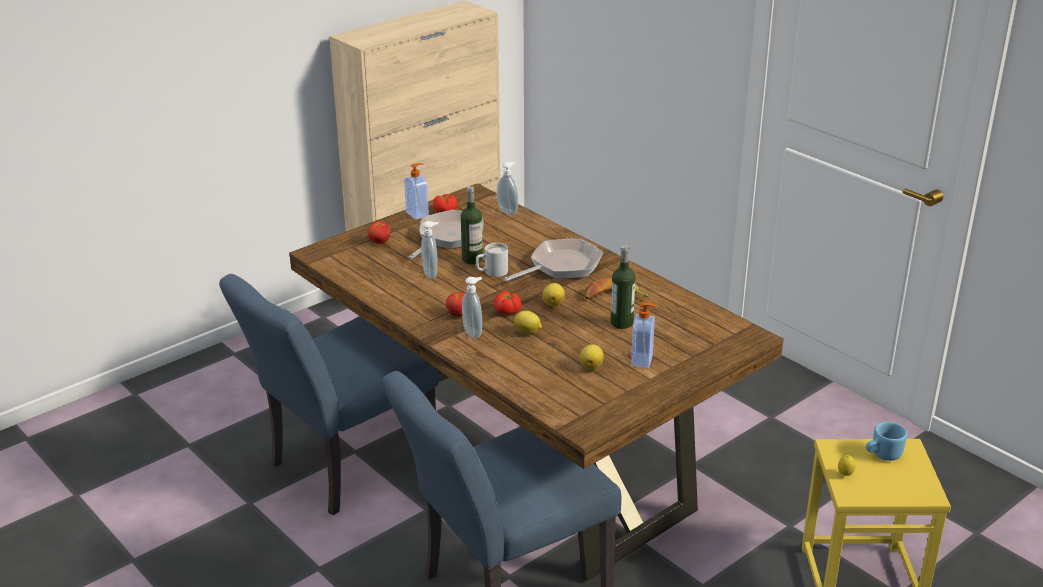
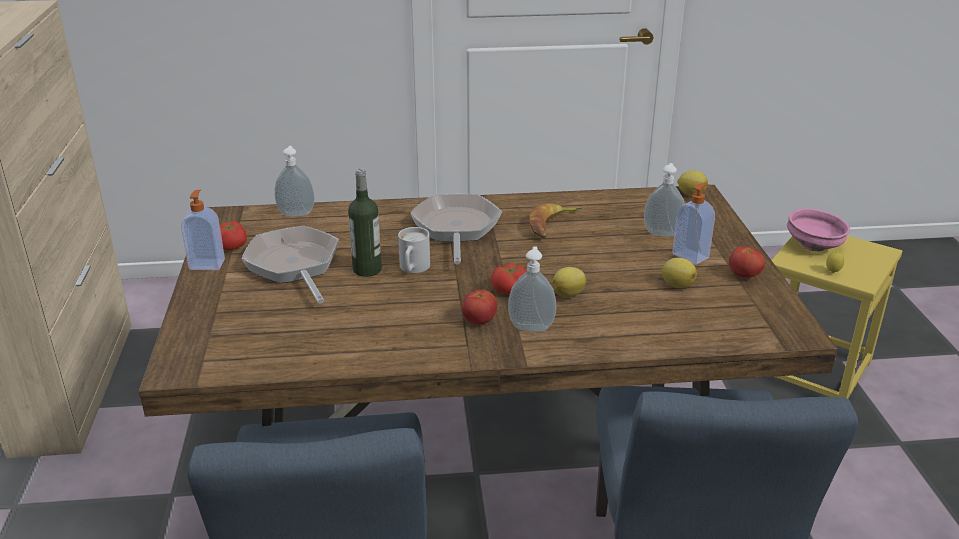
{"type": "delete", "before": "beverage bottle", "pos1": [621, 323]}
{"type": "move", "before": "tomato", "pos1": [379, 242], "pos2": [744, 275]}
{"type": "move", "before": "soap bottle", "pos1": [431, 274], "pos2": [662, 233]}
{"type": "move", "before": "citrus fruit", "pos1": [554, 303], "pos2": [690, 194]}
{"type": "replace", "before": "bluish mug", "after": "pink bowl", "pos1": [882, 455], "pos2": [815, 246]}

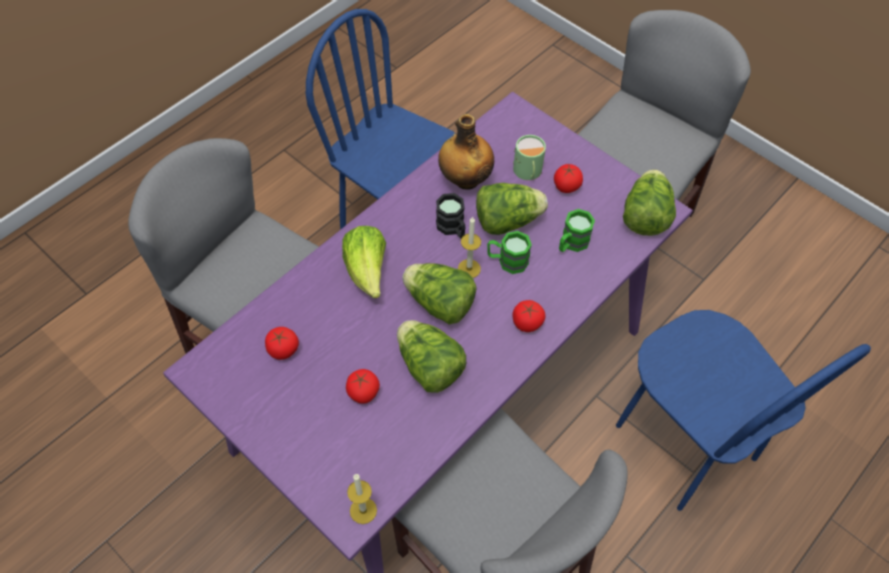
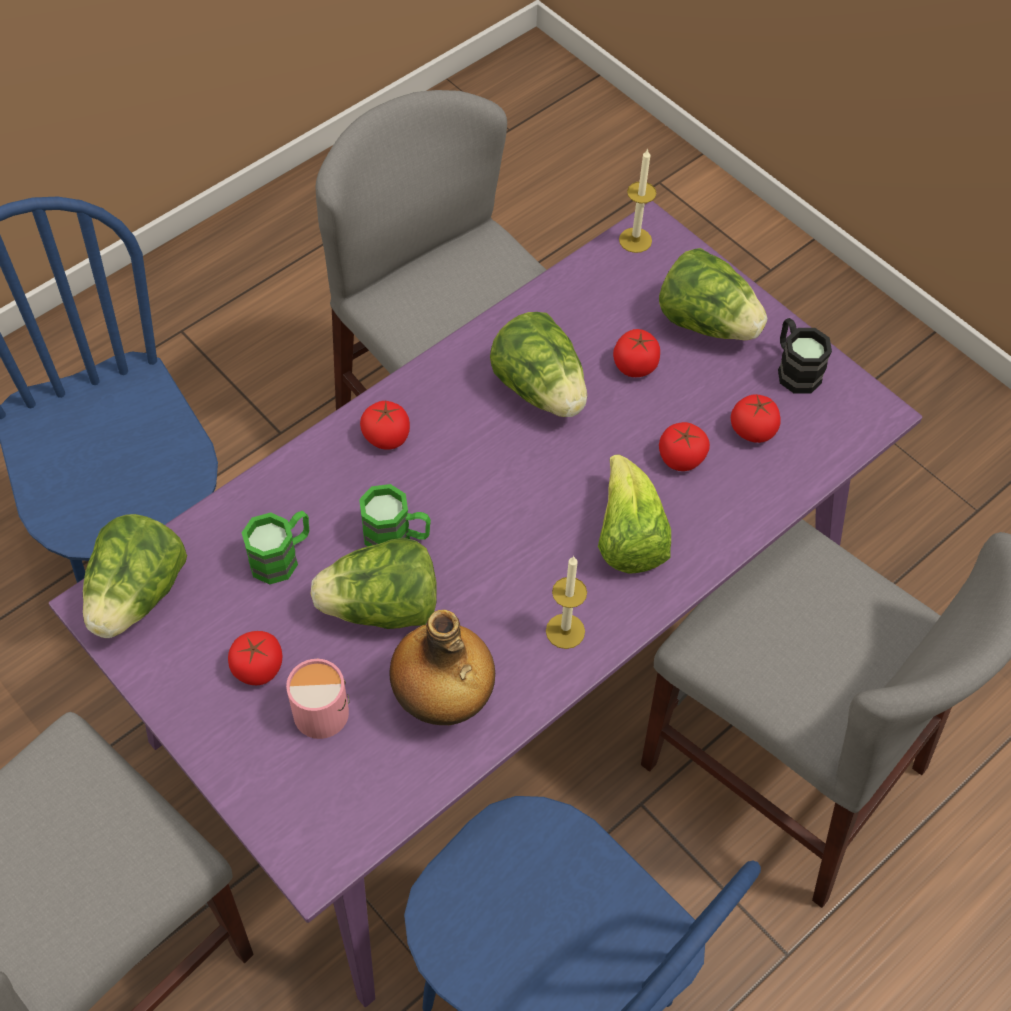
{"type": "insert", "after": "tomato", "pos2": [681, 458]}
{"type": "move", "before": "lettuce head", "pos1": [439, 304], "pos2": [707, 322]}
{"type": "move", "before": "black-coloured mug", "pos1": [452, 228], "pos2": [794, 368]}
{"type": "move", "before": "wax candle", "pos1": [469, 268], "pos2": [565, 631]}
{"type": "recolor", "before": "greenish mug", "after": "pink mug", "pos1": [527, 171], "pos2": [322, 706]}

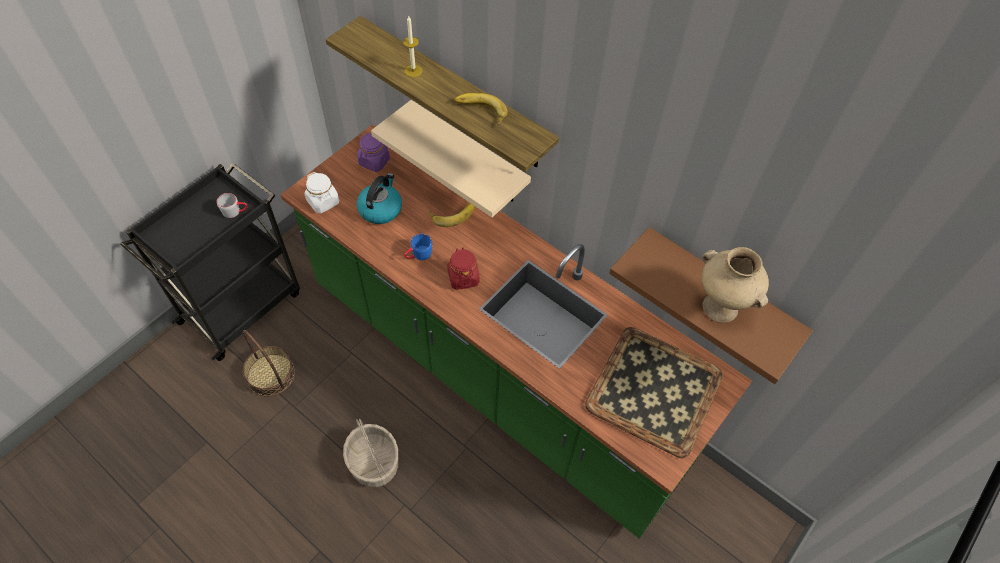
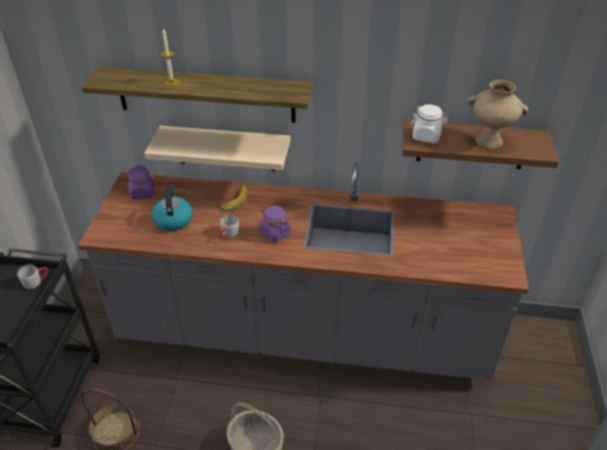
{"type": "delete", "before": "banana", "pos1": [480, 112]}
{"type": "delete", "before": "carrying tray", "pos1": [655, 390]}
{"type": "move", "before": "whitish storage jar", "pos1": [323, 202], "pos2": [426, 136]}
{"type": "recolor", "before": "greenish counter", "after": "greyish counter", "pos1": [496, 373], "pos2": [303, 334]}
{"type": "recolor", "before": "bluish mug", "after": "greyish mug", "pos1": [418, 255], "pos2": [228, 235]}
{"type": "recolor", "before": "red storage jar", "after": "purple-coloured storage jar", "pos1": [463, 277], "pos2": [275, 234]}

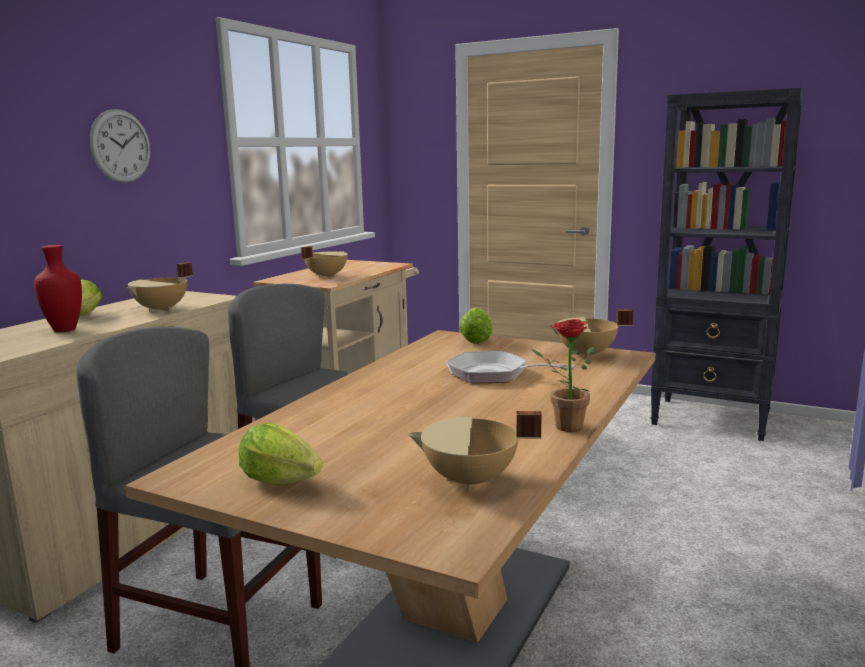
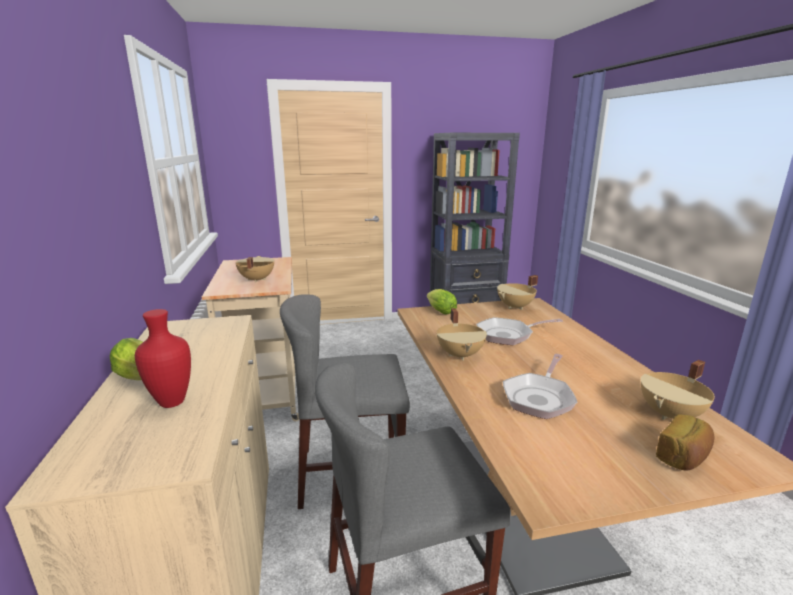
{"type": "delete", "before": "hanging clock", "pos1": [120, 146]}
{"type": "delete", "before": "lettuce head", "pos1": [285, 483]}
{"type": "delete", "before": "potted plant", "pos1": [563, 426]}
{"type": "insert", "after": "skillet", "pos2": [539, 397]}
{"type": "insert", "after": "baked bread", "pos2": [683, 456]}
{"type": "move", "before": "beige saucepot", "pos1": [162, 309], "pos2": [461, 355]}

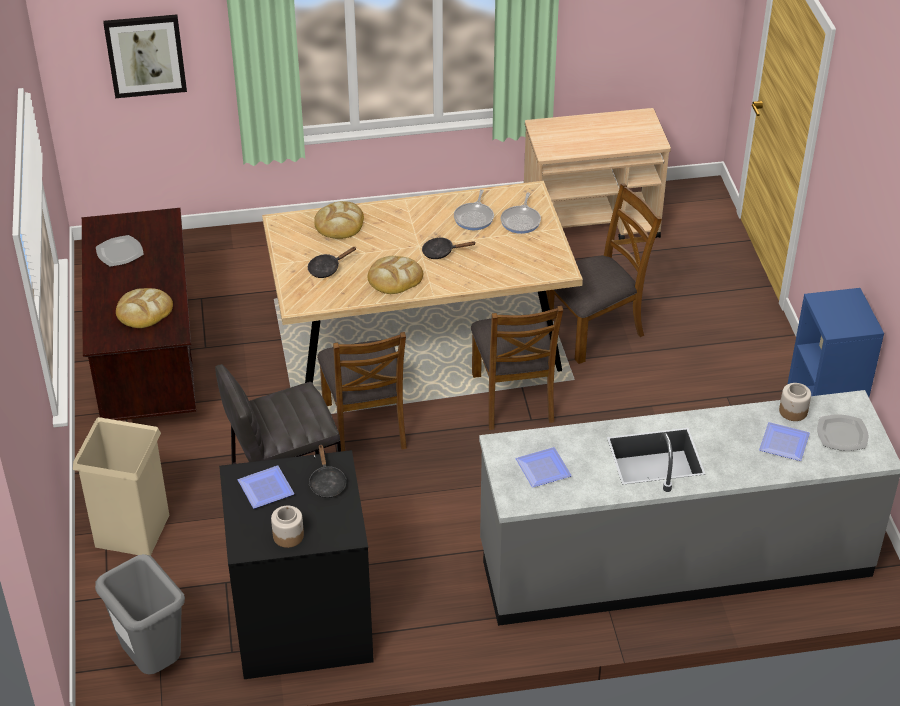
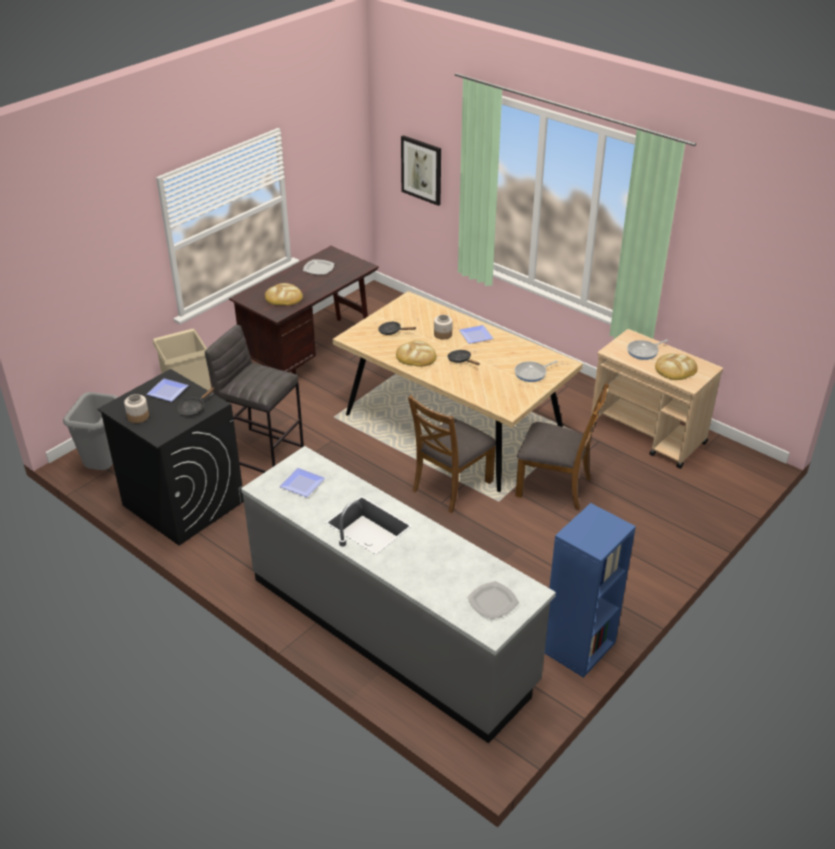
{"type": "delete", "before": "brownish upright chair", "pos1": [365, 425]}
{"type": "move", "before": "baked bread", "pos1": [339, 223], "pos2": [675, 369]}
{"type": "move", "before": "skillet", "pos1": [474, 217], "pos2": [644, 351]}
{"type": "move", "before": "flat dish", "pos1": [783, 442], "pos2": [476, 335]}
{"type": "move", "before": "storage jar", "pos1": [793, 411], "pos2": [443, 334]}

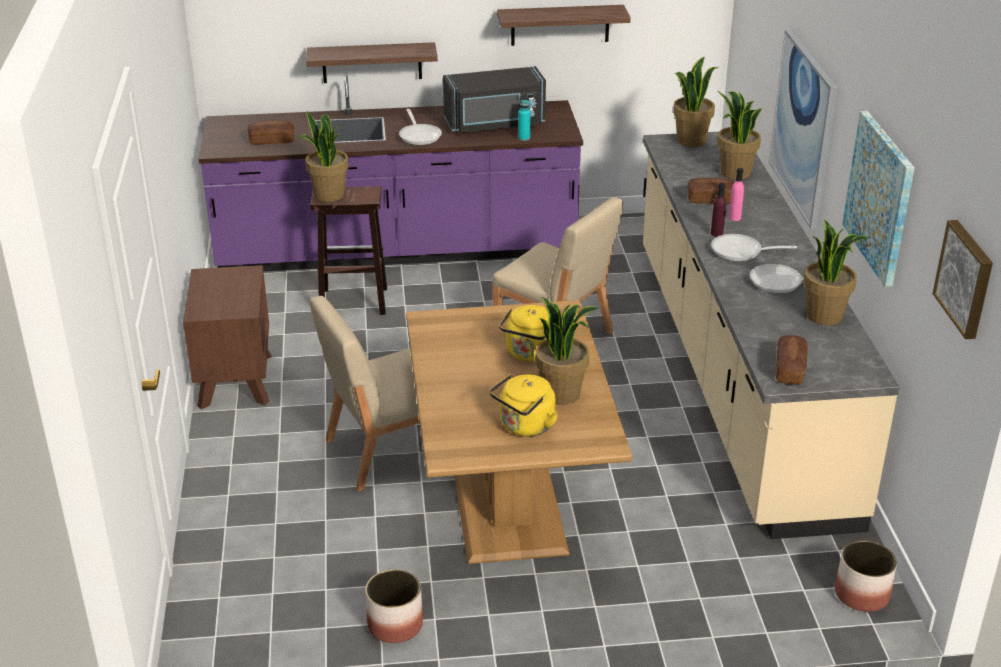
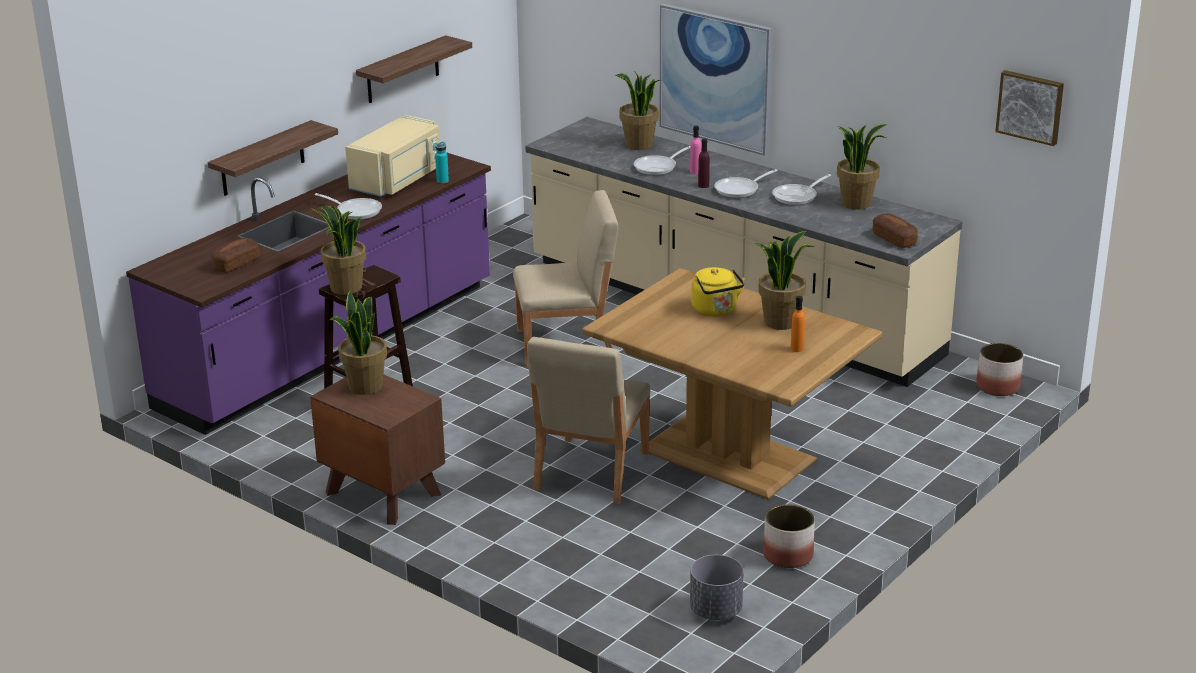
{"type": "delete", "before": "wall art", "pos1": [880, 197]}
{"type": "insert", "after": "greyish planter", "pos2": [716, 611]}
{"type": "move", "before": "potted plant", "pos1": [690, 140], "pos2": [364, 386]}
{"type": "replace", "before": "yellow-coloured tea kettle", "after": "orangey beverage bottle", "pos1": [525, 426], "pos2": [797, 349]}
{"type": "replace", "before": "baked bread", "after": "skillet", "pos1": [711, 200], "pos2": [658, 167]}
{"type": "recolor", "before": "black-coloured microwave oven", "after": "beige microwave oven", "pos1": [495, 124], "pos2": [398, 180]}

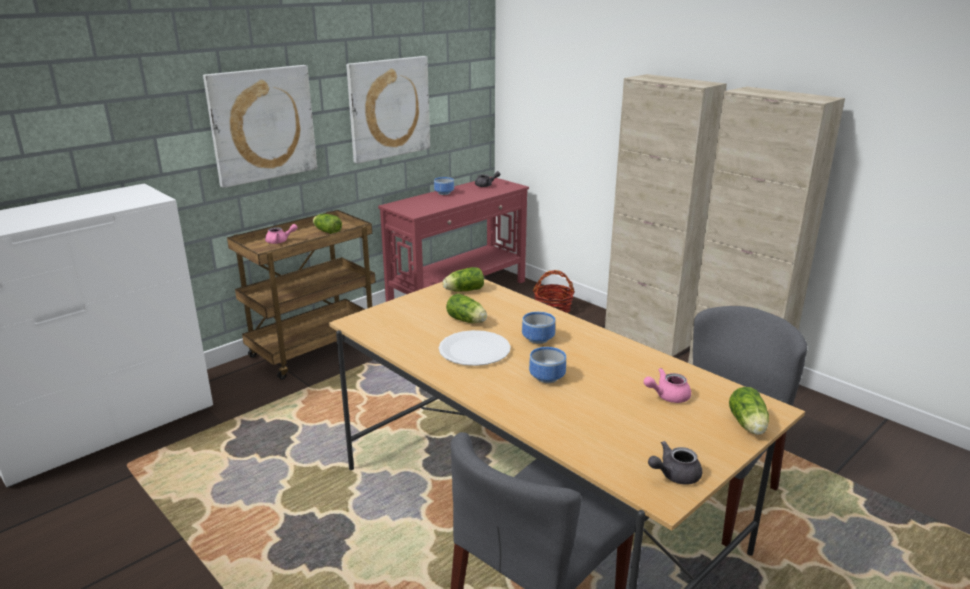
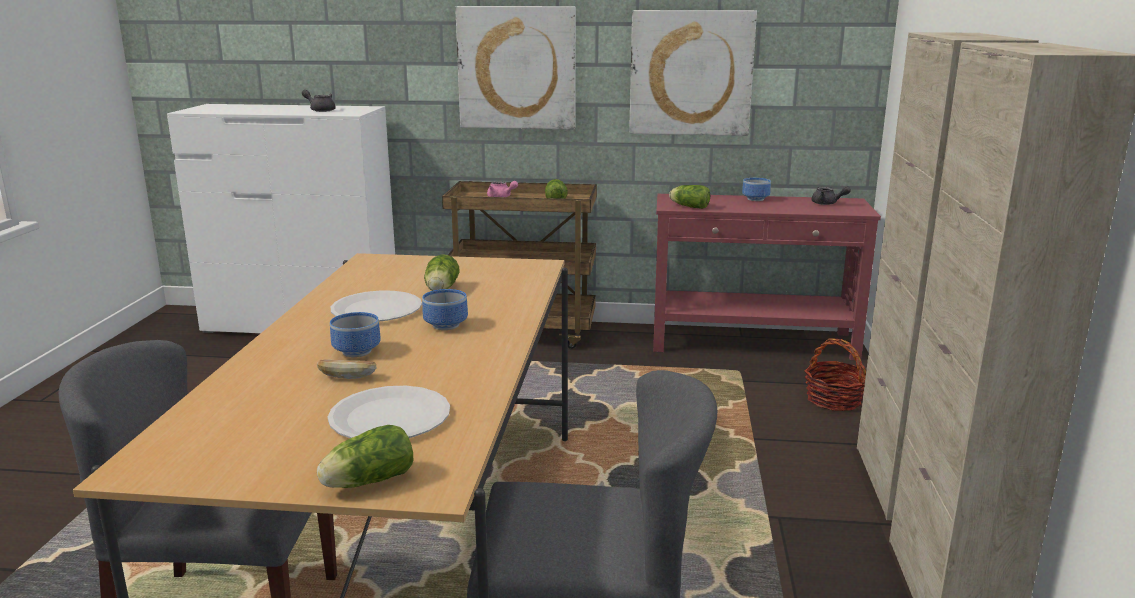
{"type": "insert", "after": "baked bread", "pos2": [347, 377]}
{"type": "move", "before": "lettuce head", "pos1": [463, 290], "pos2": [688, 206]}
{"type": "move", "before": "greyish teapot", "pos1": [674, 475], "pos2": [320, 110]}
{"type": "replace", "before": "pink teapot", "after": "whitish flat dish", "pos1": [667, 396], "pos2": [389, 417]}

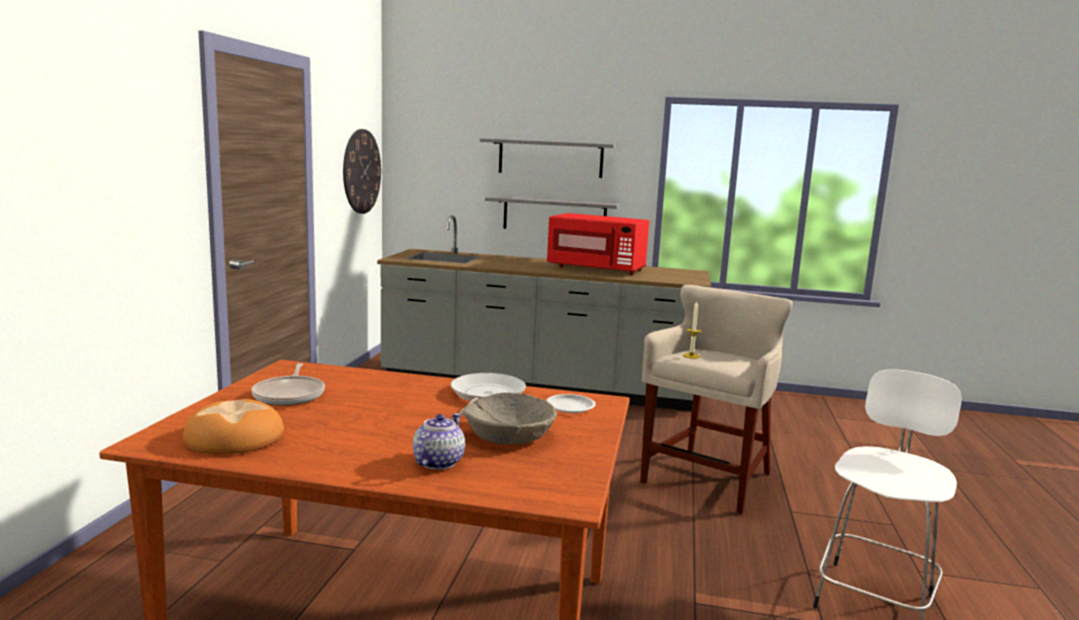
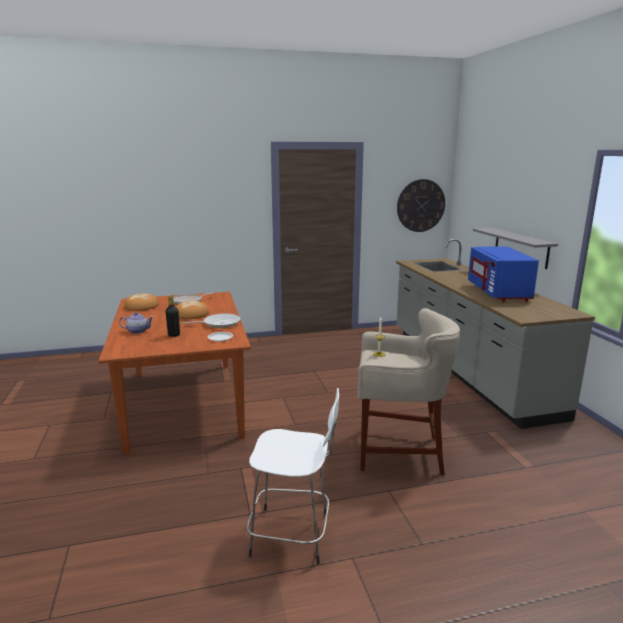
{"type": "delete", "before": "greyish shelf", "pos1": [550, 158]}
{"type": "insert", "after": "baked bread", "pos2": [191, 314]}
{"type": "replace", "before": "beige bowl", "after": "black-coloured beverage bottle", "pos1": [509, 435], "pos2": [174, 335]}
{"type": "recolor", "before": "red microwave oven", "after": "bluish microwave oven", "pos1": [597, 269], "pos2": [499, 292]}

